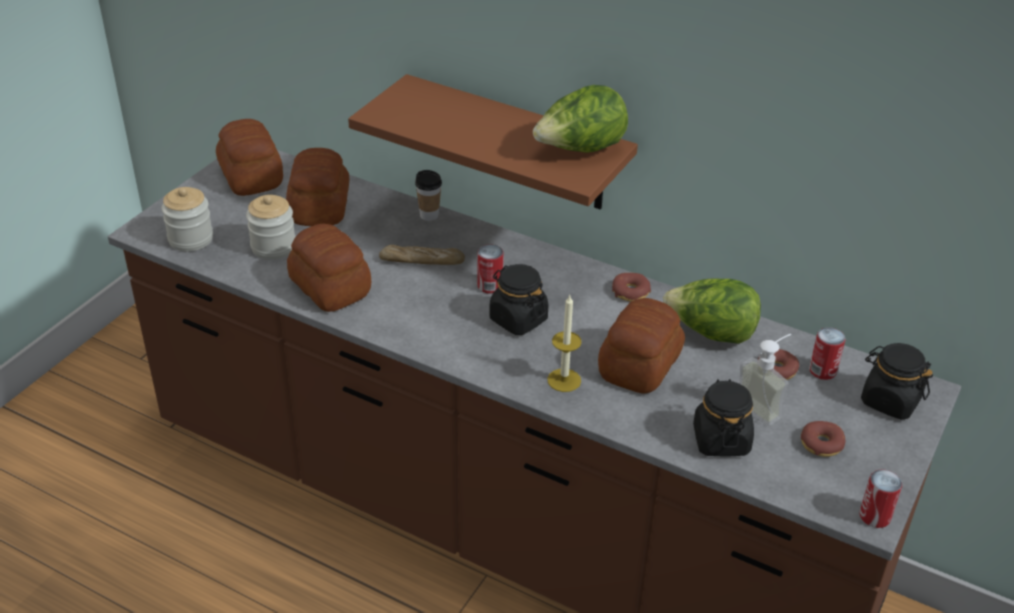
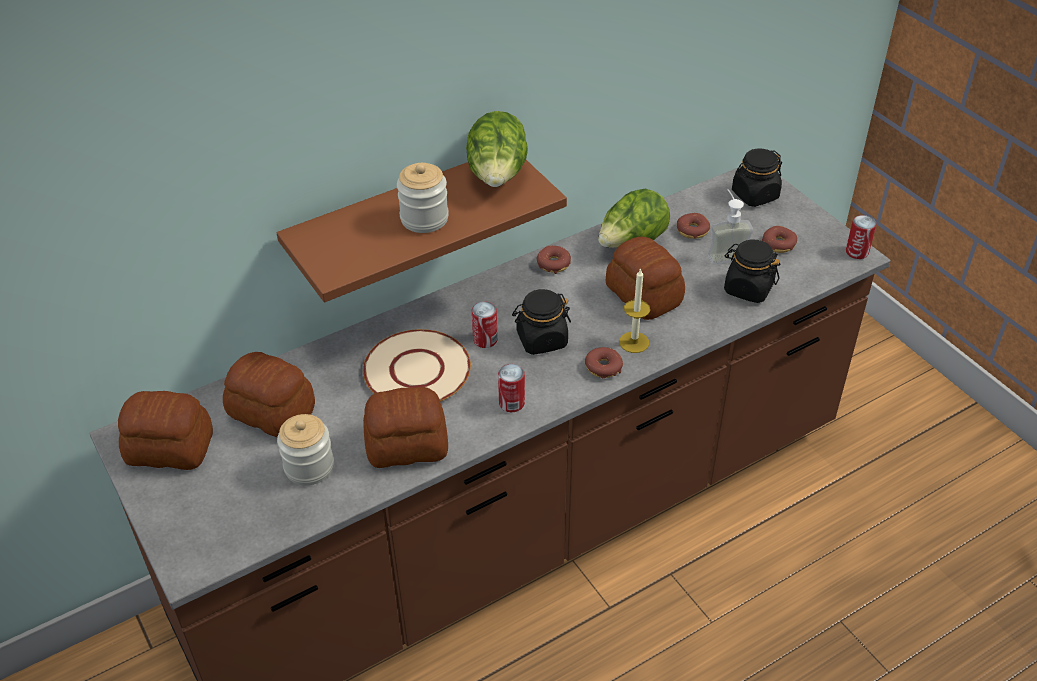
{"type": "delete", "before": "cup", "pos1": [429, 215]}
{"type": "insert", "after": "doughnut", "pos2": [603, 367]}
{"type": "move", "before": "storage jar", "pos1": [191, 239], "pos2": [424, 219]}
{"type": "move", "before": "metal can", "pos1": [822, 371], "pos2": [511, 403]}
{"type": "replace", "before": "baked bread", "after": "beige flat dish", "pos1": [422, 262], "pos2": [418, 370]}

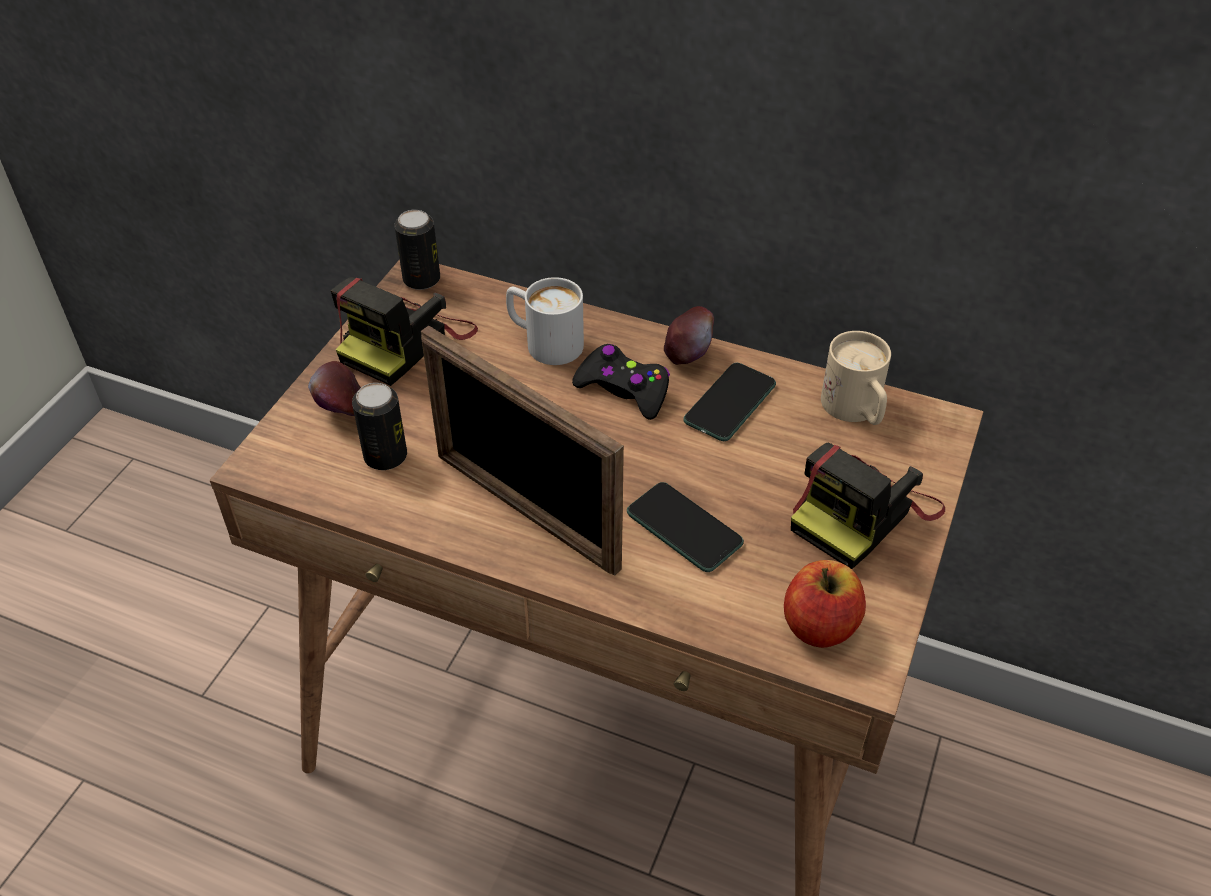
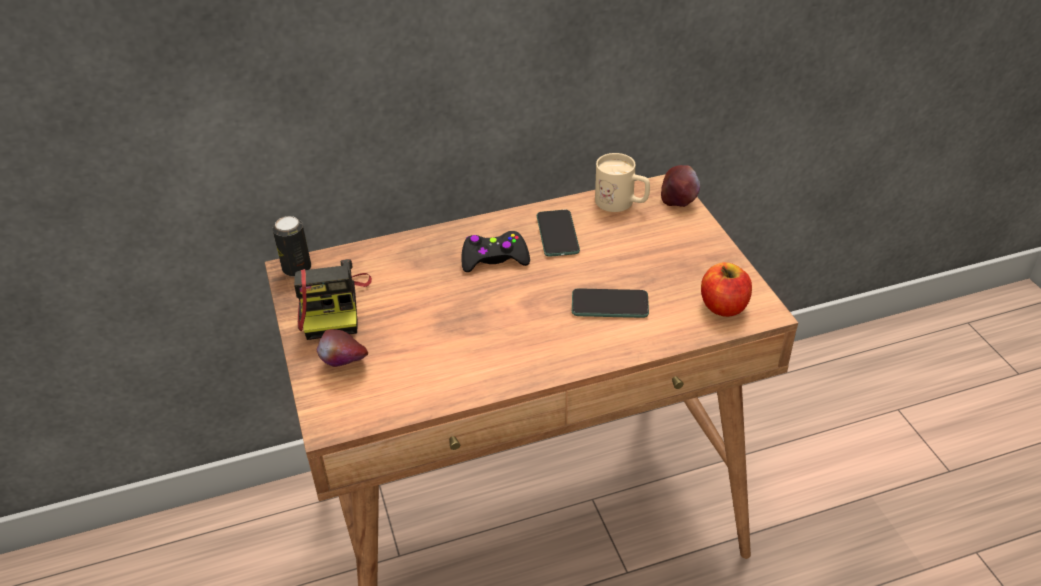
{"type": "delete", "before": "metal can", "pos1": [385, 456]}
{"type": "delete", "before": "photo frame", "pos1": [525, 511]}
{"type": "delete", "before": "whitish mug", "pos1": [544, 342]}
{"type": "delete", "before": "photo camera", "pos1": [862, 513]}
{"type": "move", "before": "whole apple", "pos1": [687, 355], "pos2": [678, 201]}

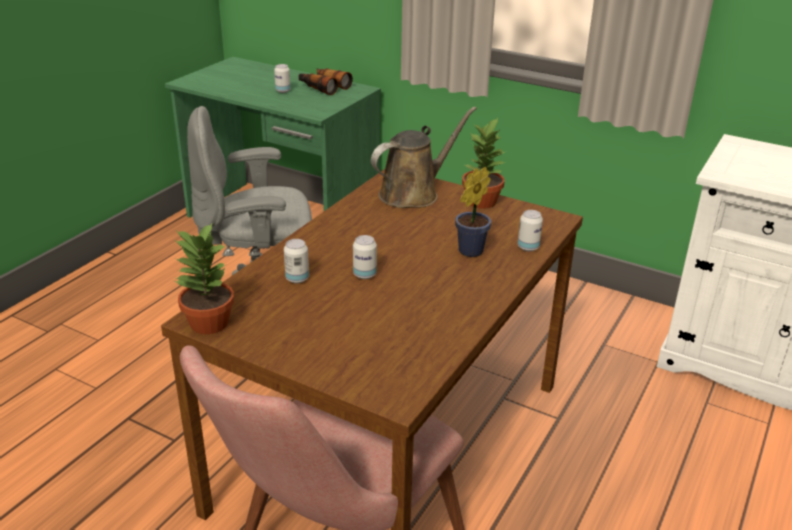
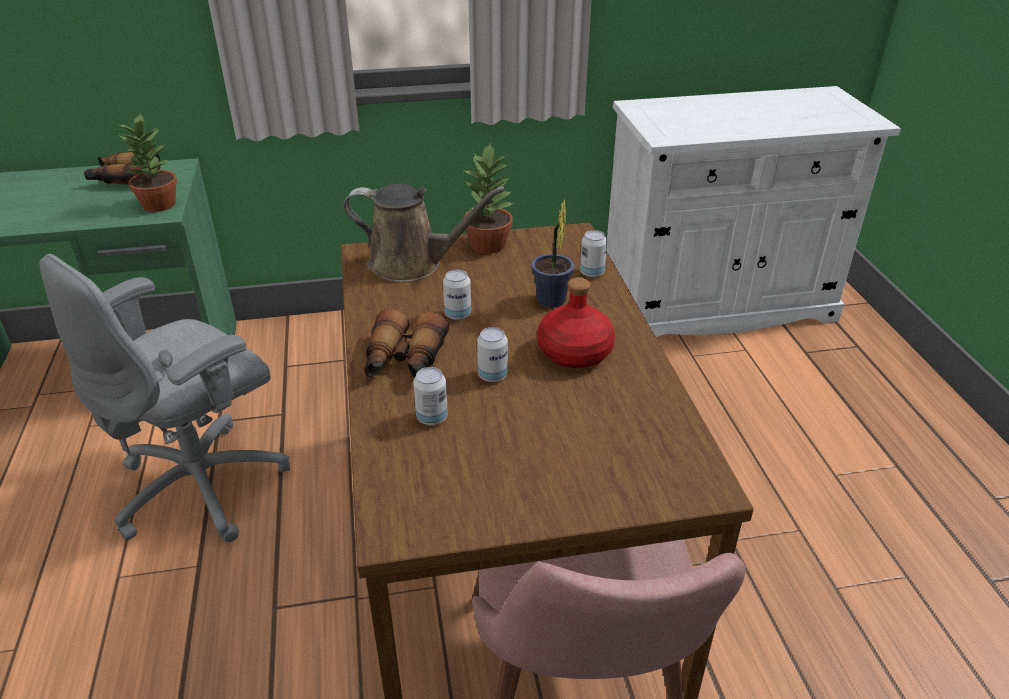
{"type": "insert", "after": "binoculars", "pos2": [404, 362]}
{"type": "insert", "after": "red beverage bottle", "pos2": [575, 353]}
{"type": "move", "before": "potted plant", "pos1": [208, 323], "pos2": [158, 205]}
{"type": "move", "before": "metal can", "pos1": [283, 91], "pos2": [458, 314]}
{"type": "rotate", "before": "brownish watering pot", "pos1": [413, 194], "pos2": [412, 264], "turn": 90}

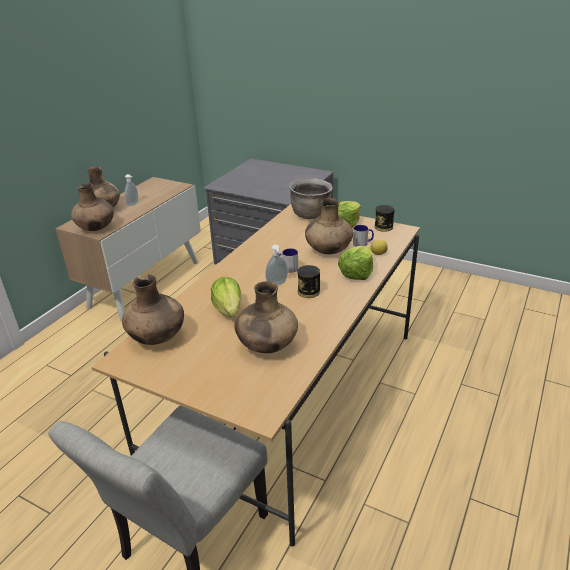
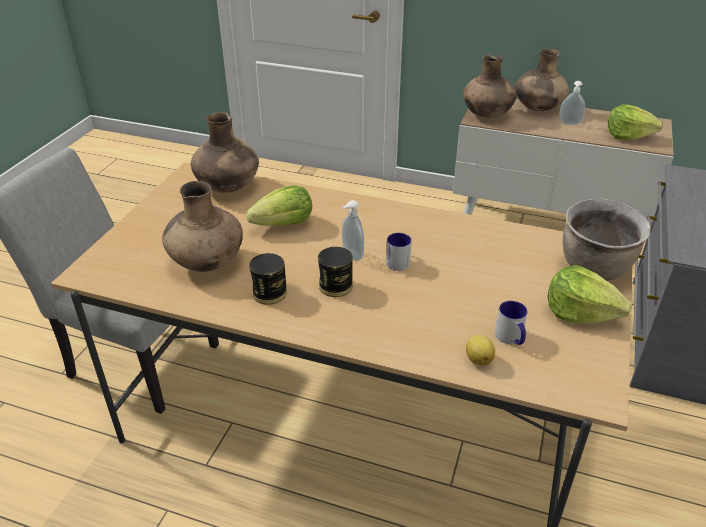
{"type": "delete", "before": "brownish vase", "pos1": [328, 251]}
{"type": "move", "before": "lettuce head", "pos1": [356, 273], "pos2": [628, 135]}
{"type": "move", "before": "metal can", "pos1": [383, 227], "pos2": [269, 293]}

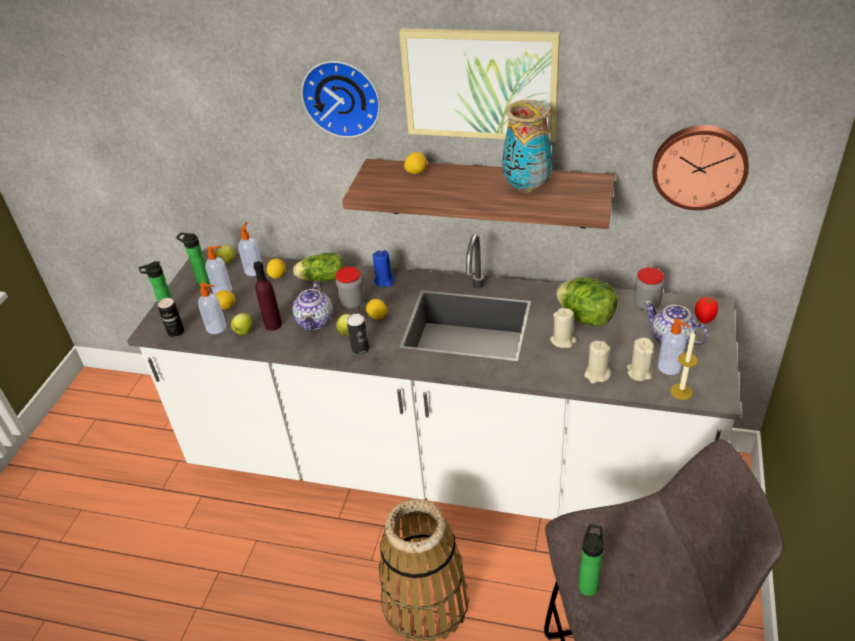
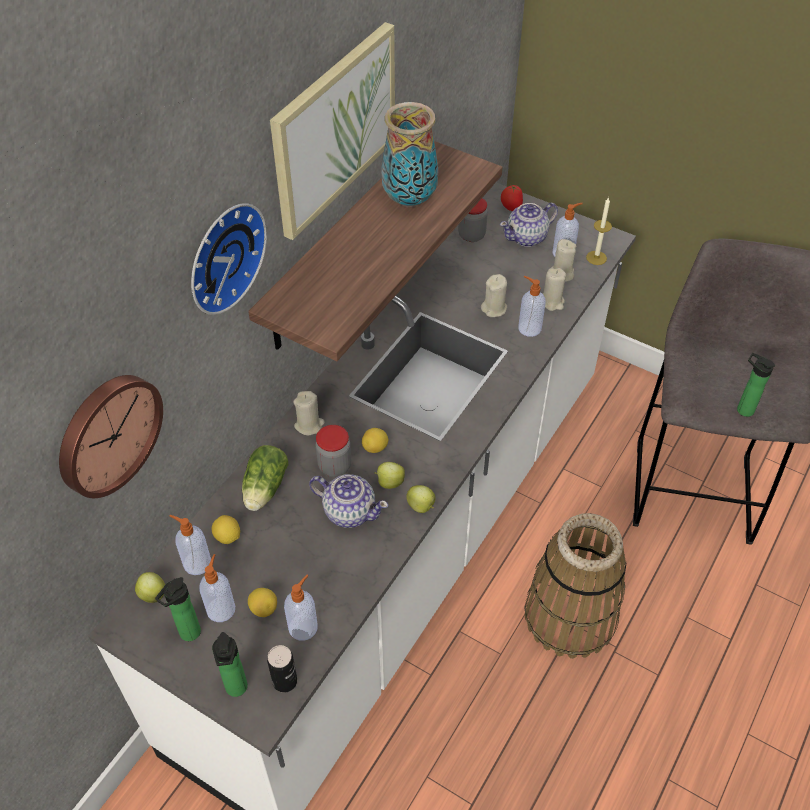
{"type": "delete", "before": "purple-coloured beverage bottle", "pos1": [273, 324]}
{"type": "delete", "before": "metal can", "pos1": [360, 349]}
{"type": "delete", "before": "citrus fruit", "pos1": [416, 172]}
{"type": "delete", "before": "lettuce head", "pos1": [586, 318]}
{"type": "insert", "after": "soap bottle", "pos2": [529, 328]}
{"type": "move", "before": "whole apple", "pos1": [243, 332], "pos2": [421, 506]}
{"type": "move", "before": "hanging clock", "pos1": [699, 166], "pos2": [107, 433]}
{"type": "recolor", "before": "bluish wax candle", "after": "beige wax candle", "pos1": [384, 280], "pos2": [309, 425]}

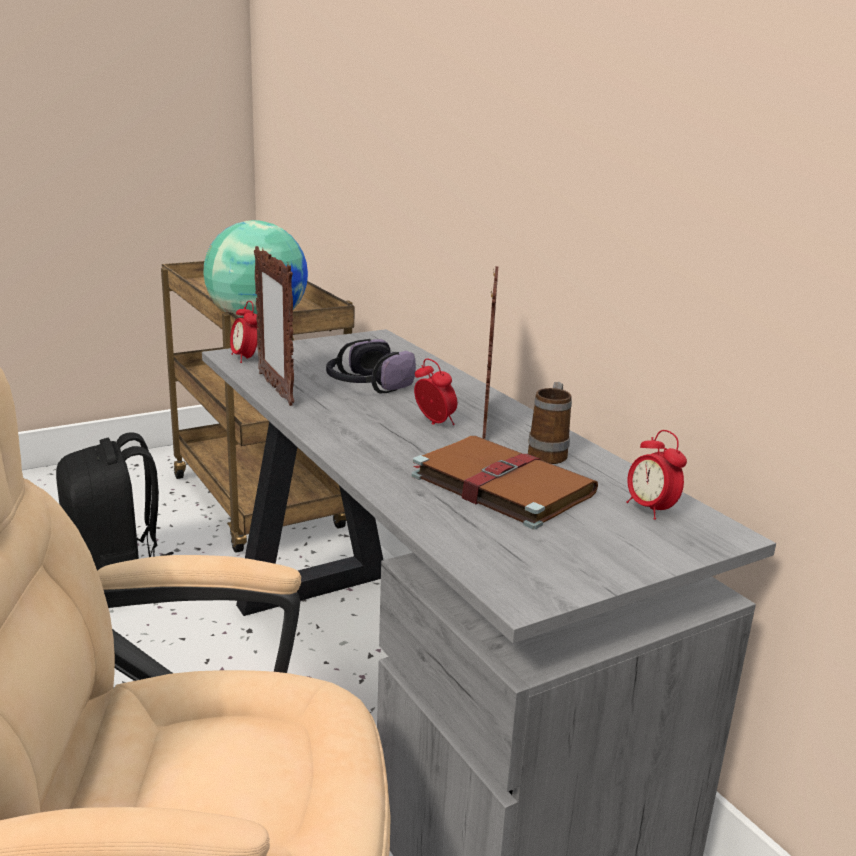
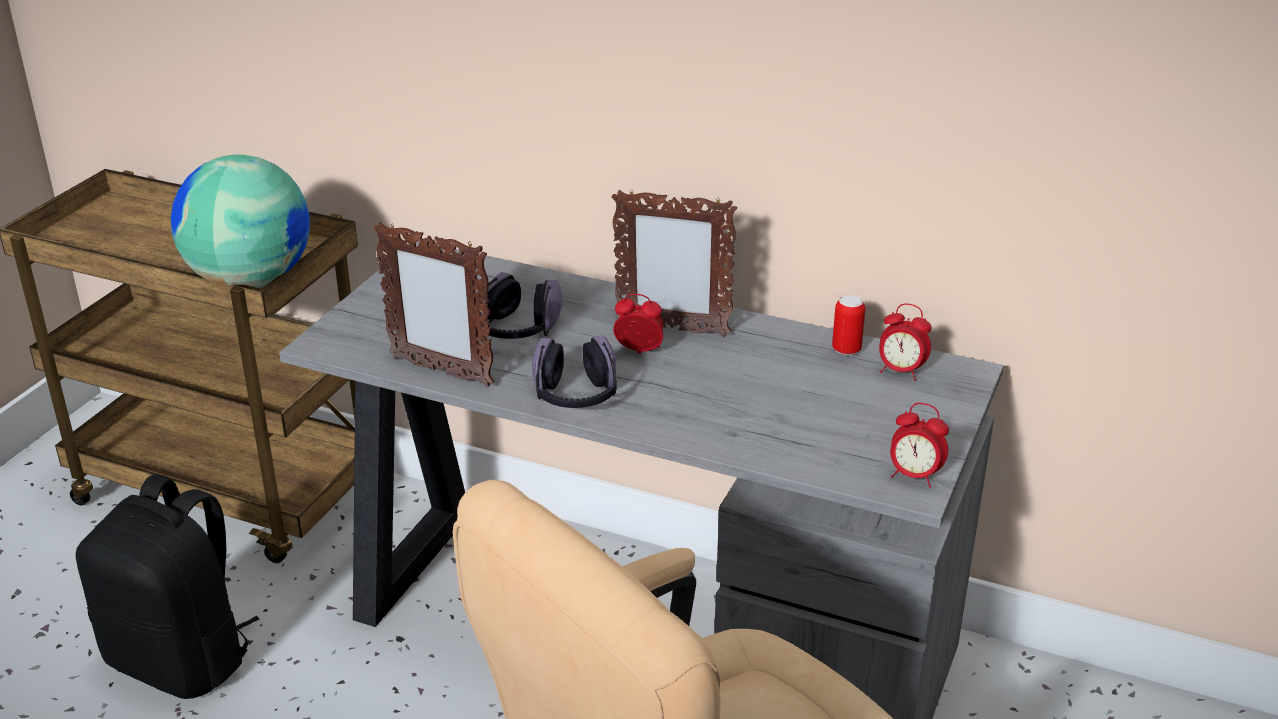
{"type": "delete", "before": "brownish book", "pos1": [499, 484]}
{"type": "delete", "before": "mug", "pos1": [549, 453]}
{"type": "insert", "after": "headphones", "pos2": [575, 396]}
{"type": "insert", "after": "metal can", "pos2": [846, 350]}
{"type": "move", "before": "alarm clock", "pos1": [245, 358], "pos2": [914, 476]}
{"type": "rotate", "before": "photo frame", "pos1": [484, 419], "pos2": [672, 328], "turn": 135}

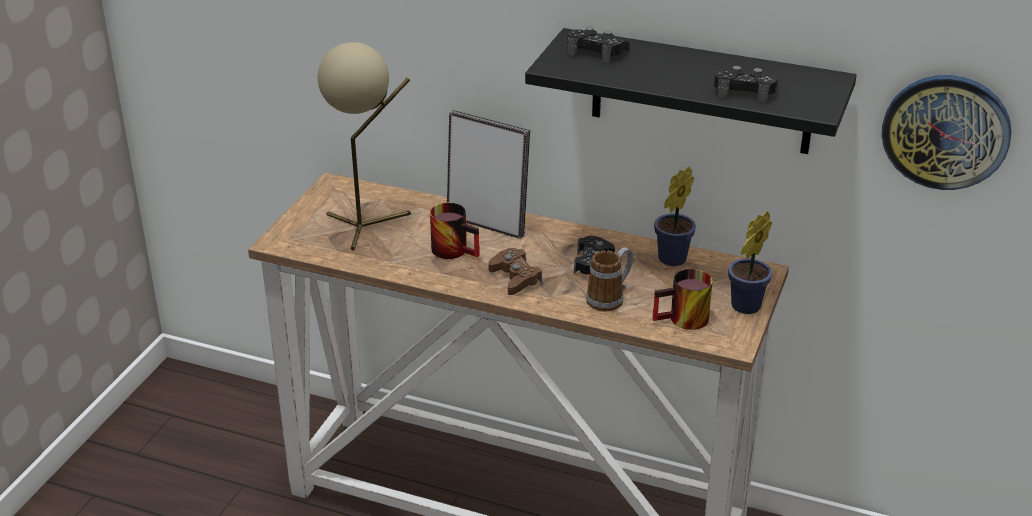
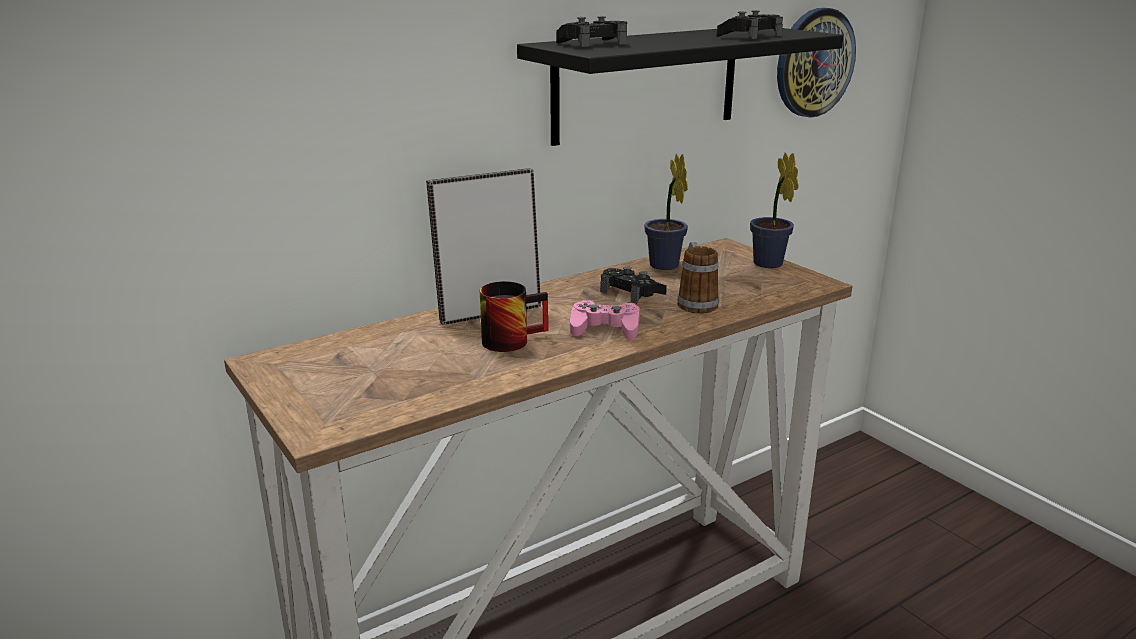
{"type": "delete", "before": "beige tabletop lamp", "pos1": [366, 225]}
{"type": "delete", "before": "mug", "pos1": [683, 321]}
{"type": "recolor", "before": "brownish game controller", "after": "pink game controller", "pos1": [515, 278], "pos2": [605, 328]}

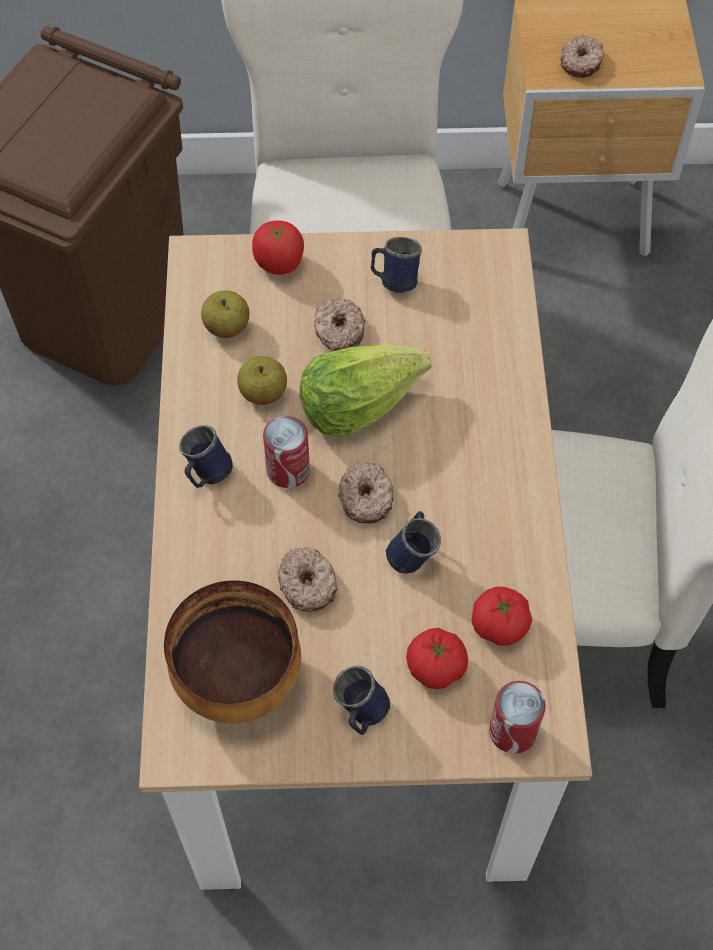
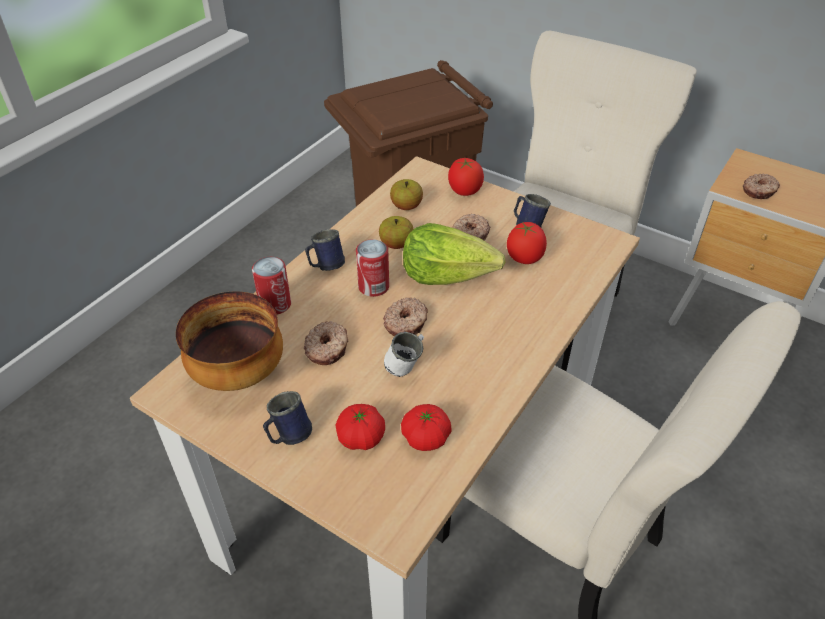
{"type": "insert", "after": "tomato", "pos2": [524, 258]}
{"type": "move", "before": "metal can", "pos1": [512, 731], "pos2": [275, 304]}
{"type": "recolor", "before": "bluish mug", "after": "whitish mug", "pos1": [412, 553], "pos2": [406, 367]}

